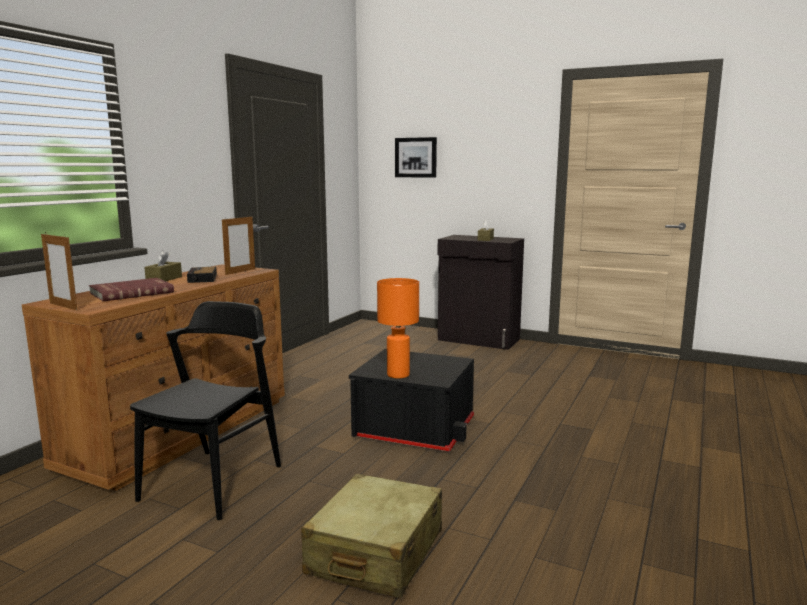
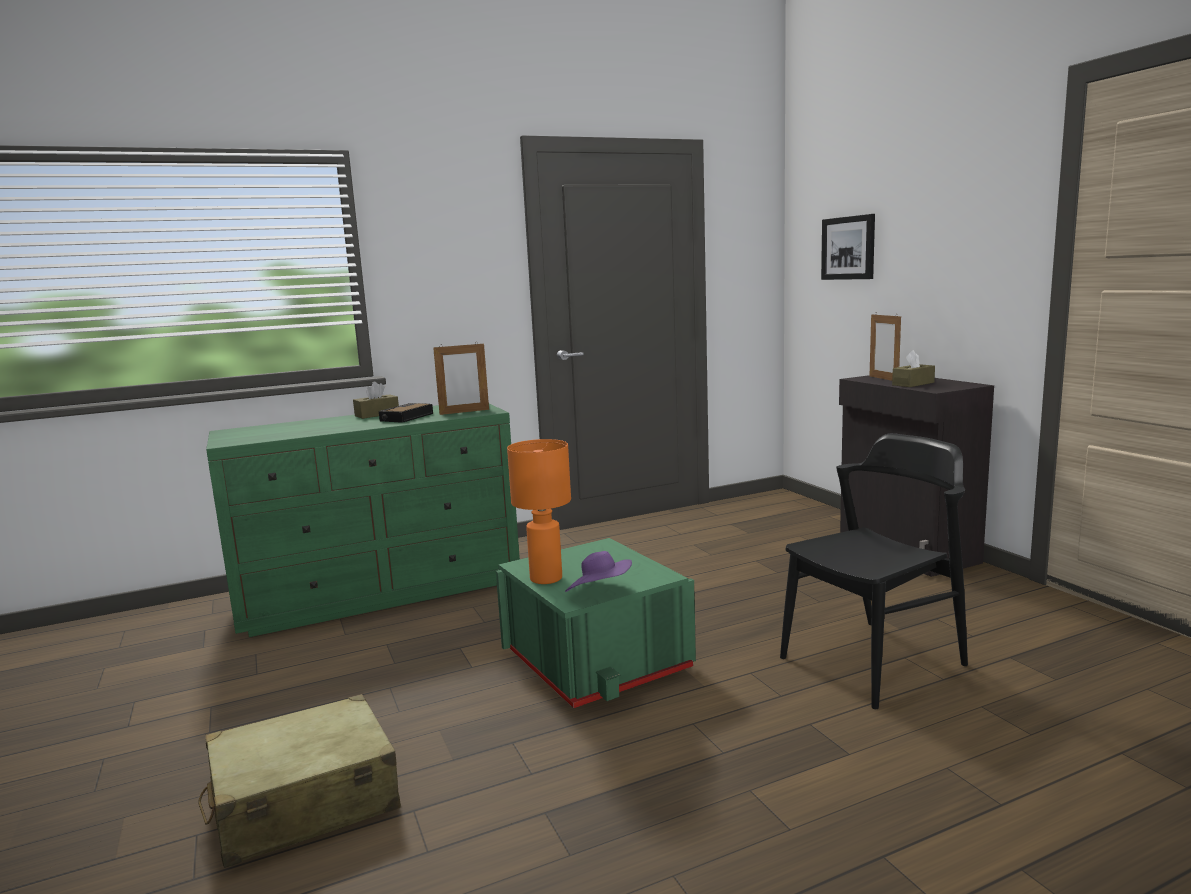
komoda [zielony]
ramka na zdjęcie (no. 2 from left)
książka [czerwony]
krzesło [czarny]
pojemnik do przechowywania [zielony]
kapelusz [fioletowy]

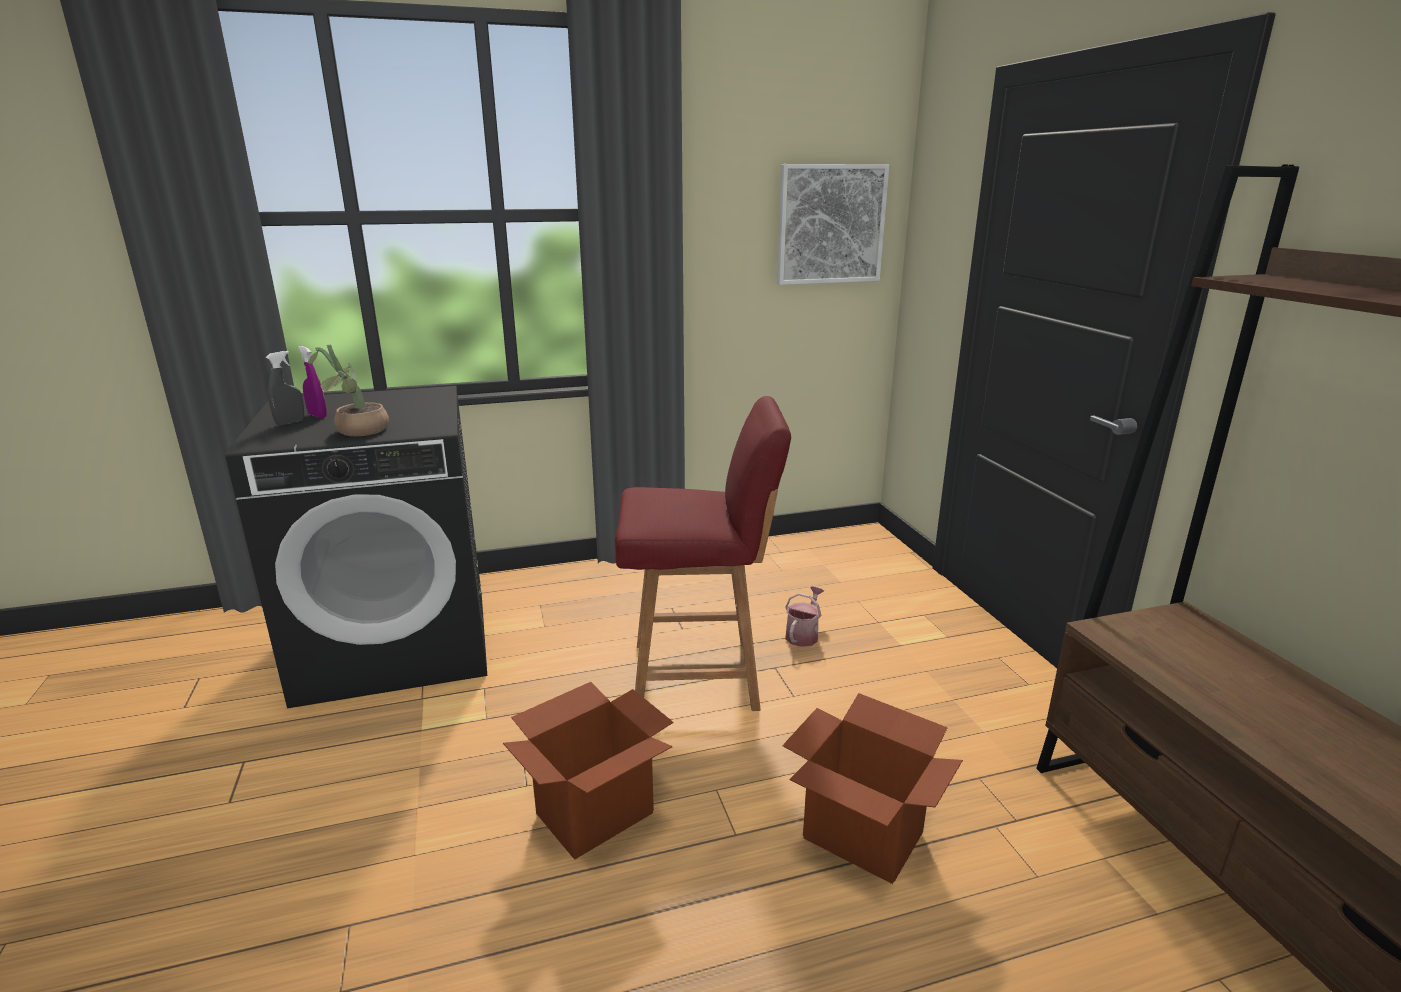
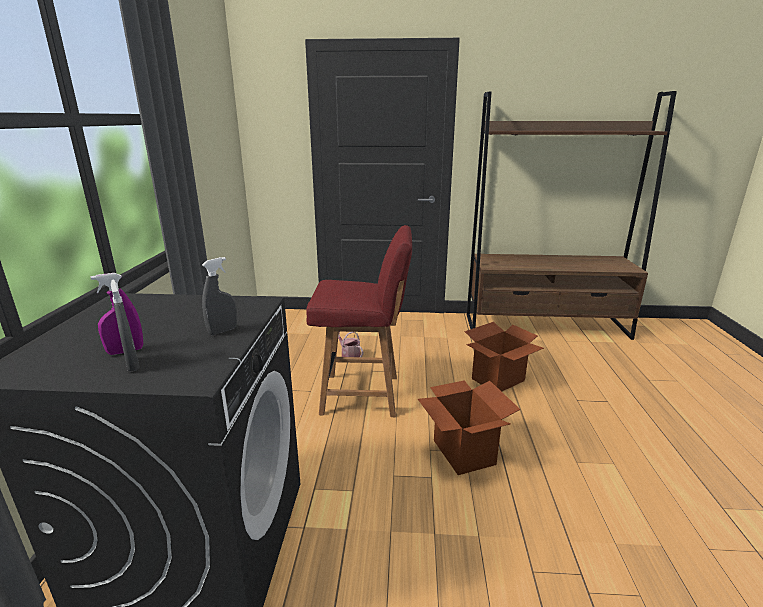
spryskiwacz [szary] (no. 2 from left)
krzesło [czerwony]
obraz

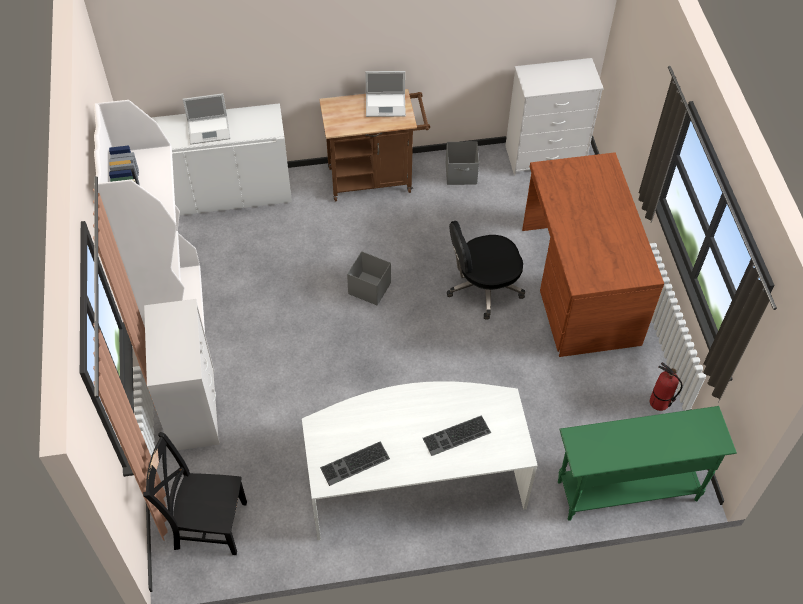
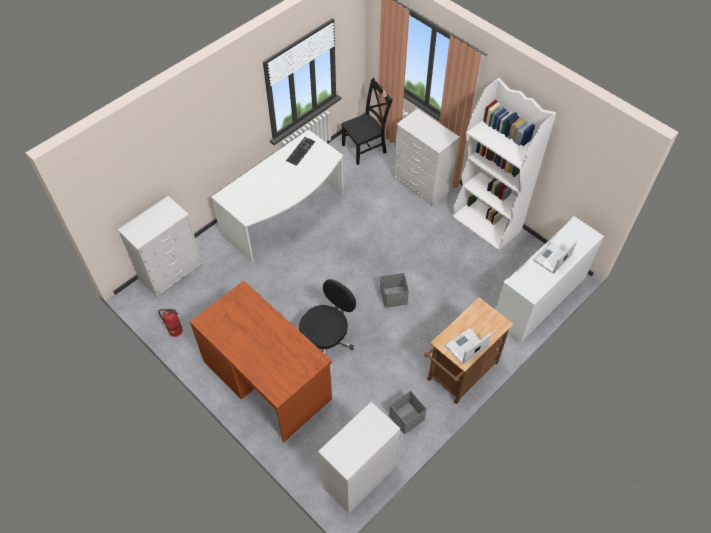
klawiatura (no. 2 from left in the first image)
komoda [biały] (no. 1 from left)

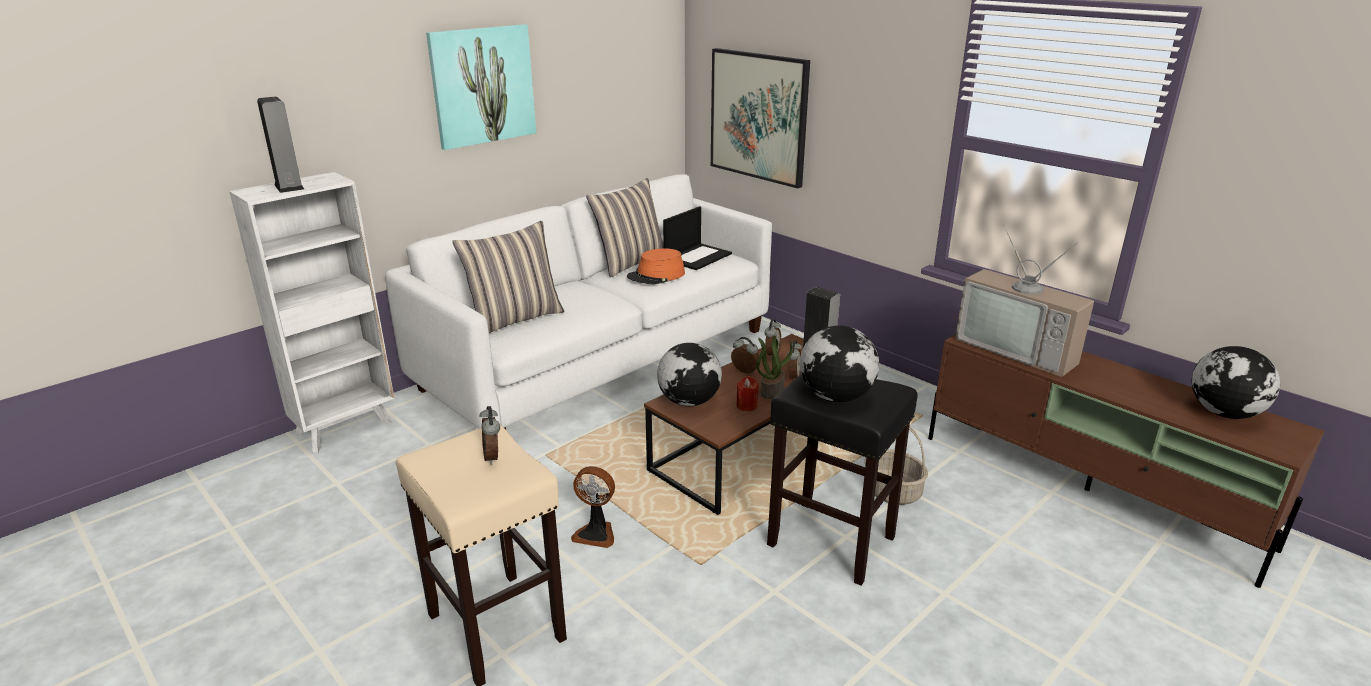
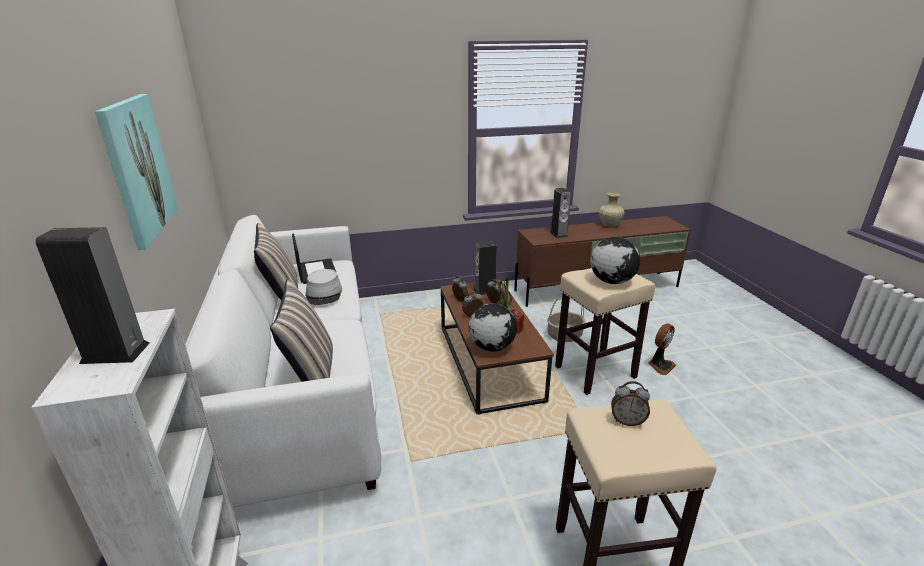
wentylator
kapelusz [szary]
obraz (no. 2 from left in the first image)
stołek [beżowy] (no. 1 from left)
głośnik (no. 3 from left)
globus (no. 3 from left in the first image)
wazon [beżowy]

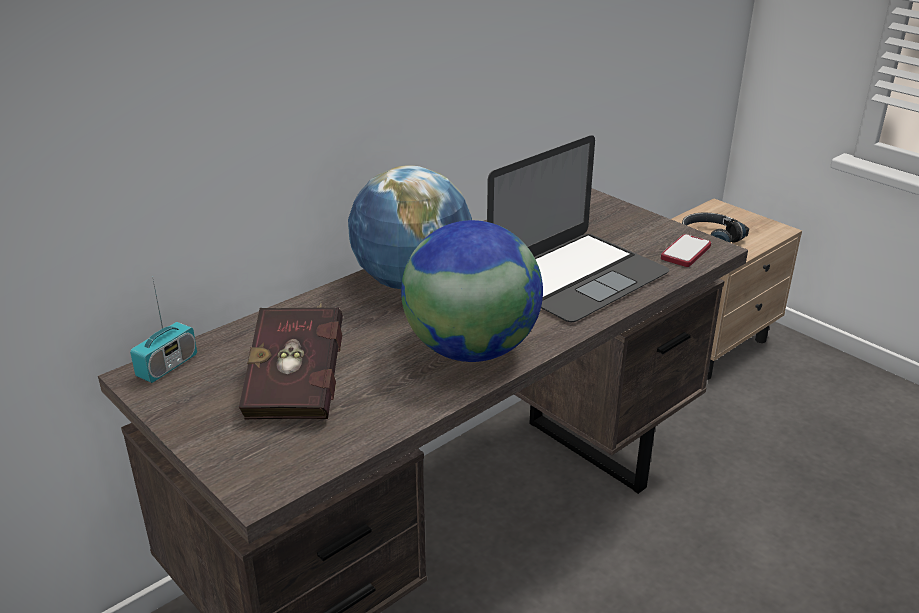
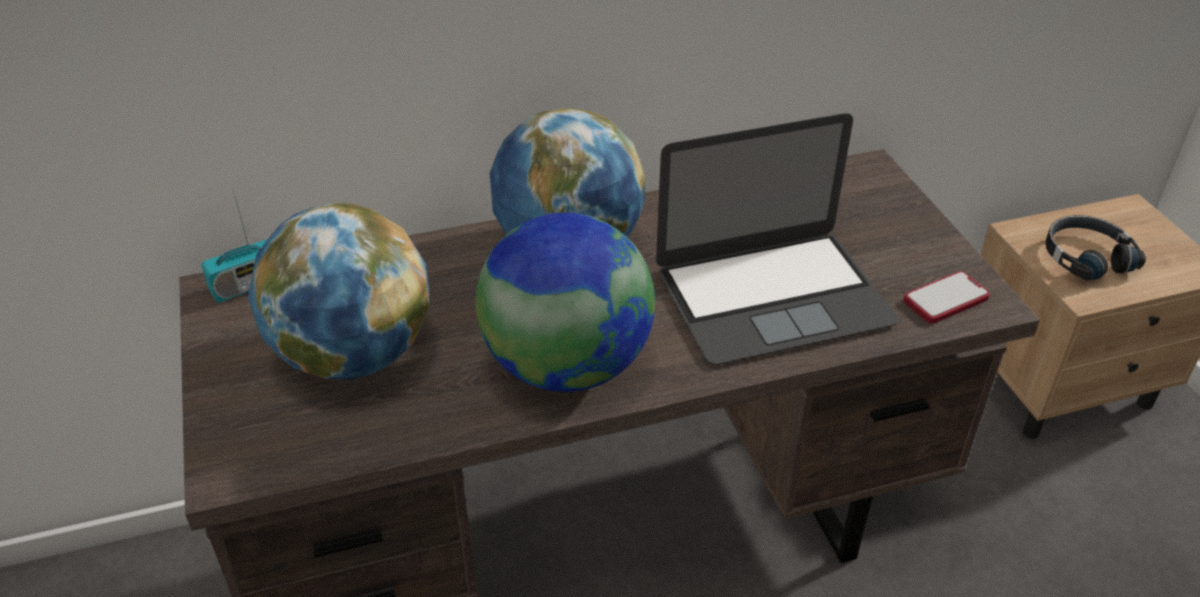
globus (no. 1 from left)

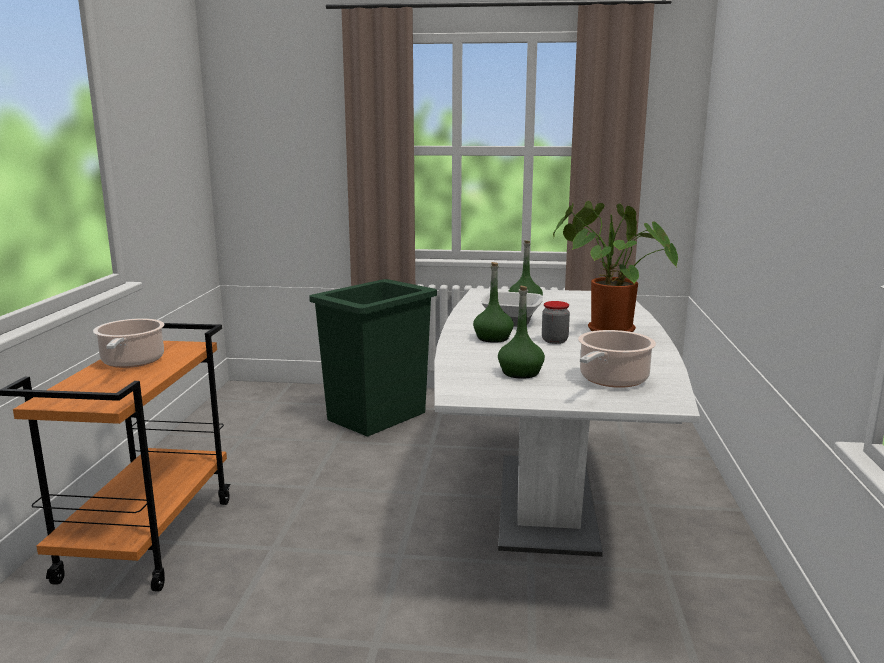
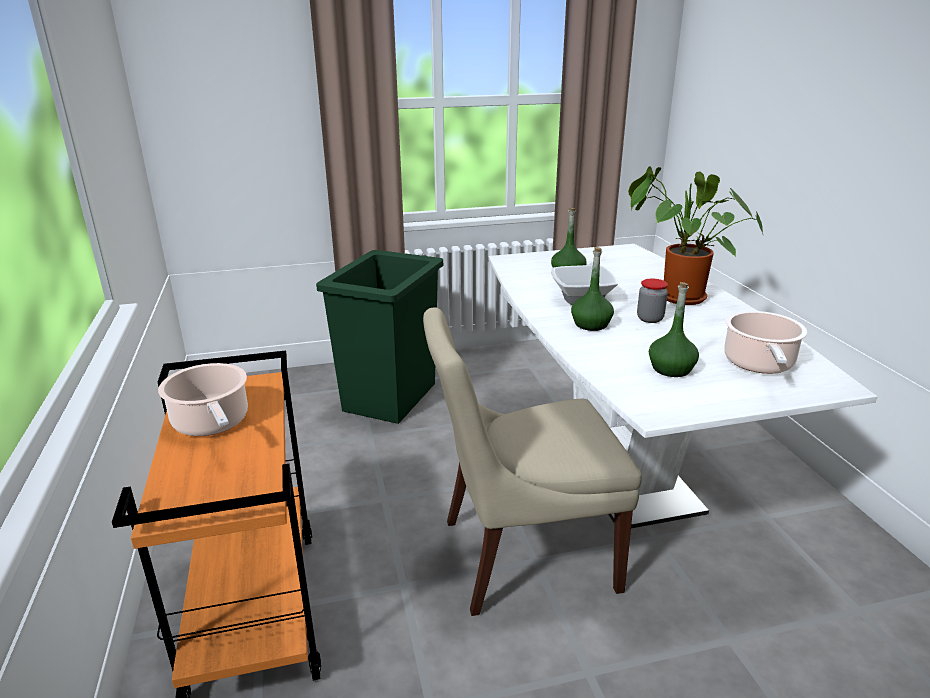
krzesło [beżowy]

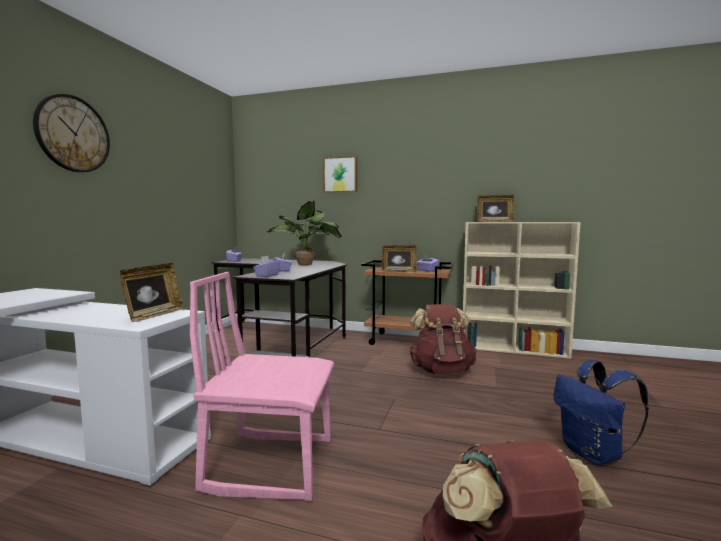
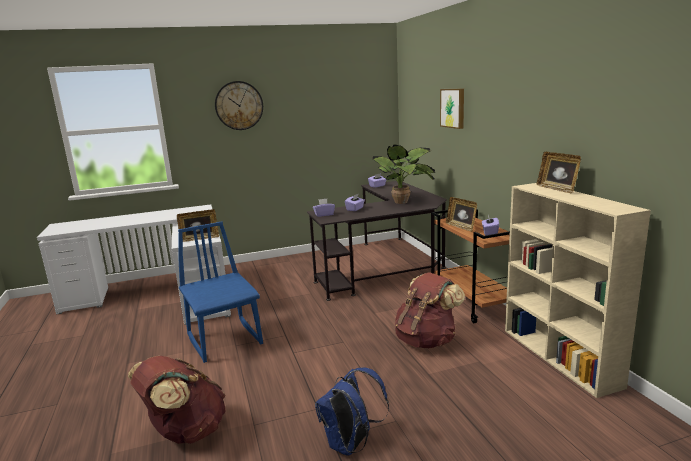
krzesło [niebieski]

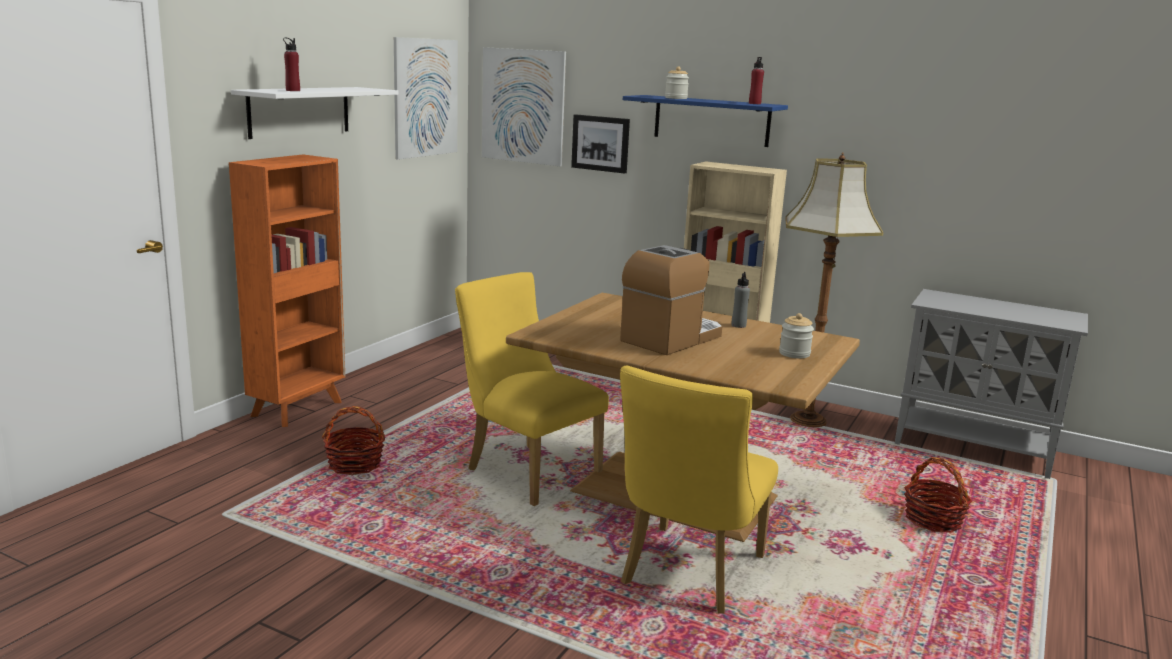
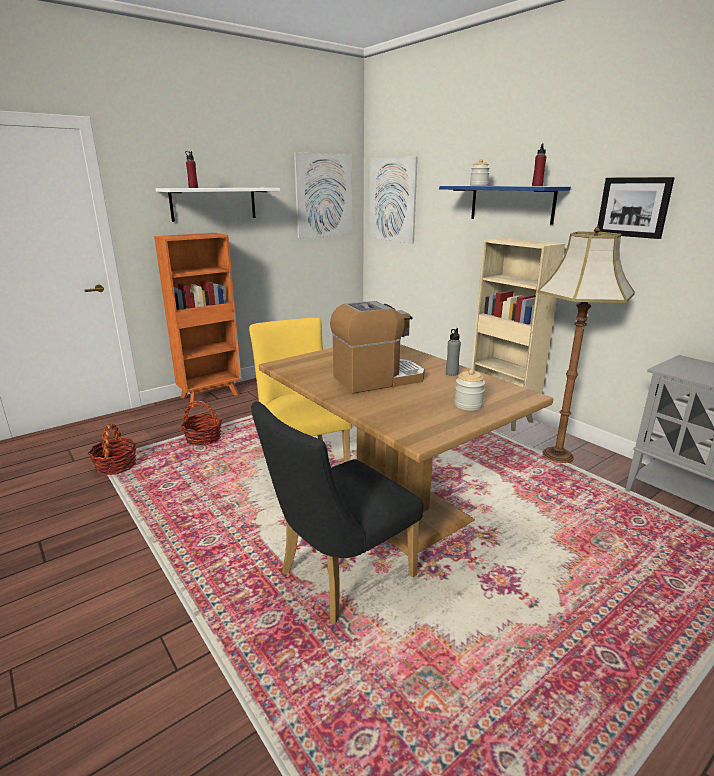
obraz (no. 3 from left)
krzesło [czarny]
koszyk (no. 1 from left)

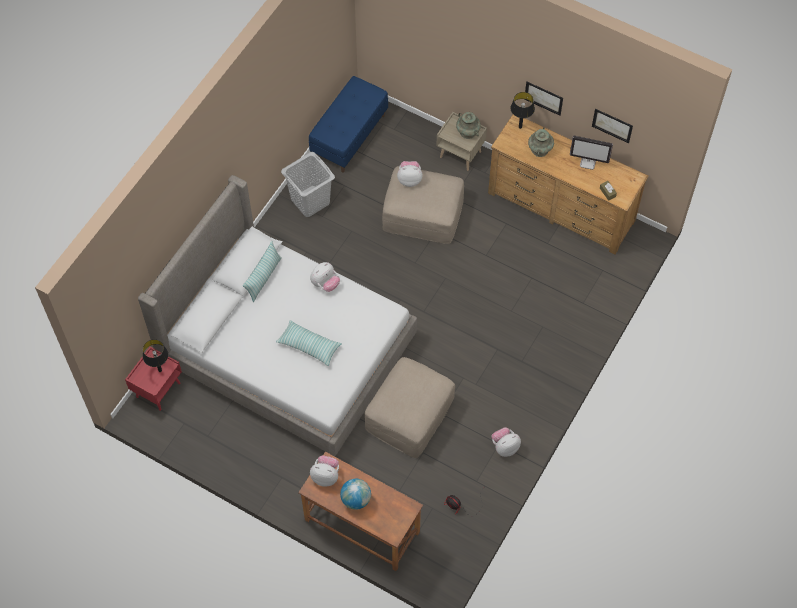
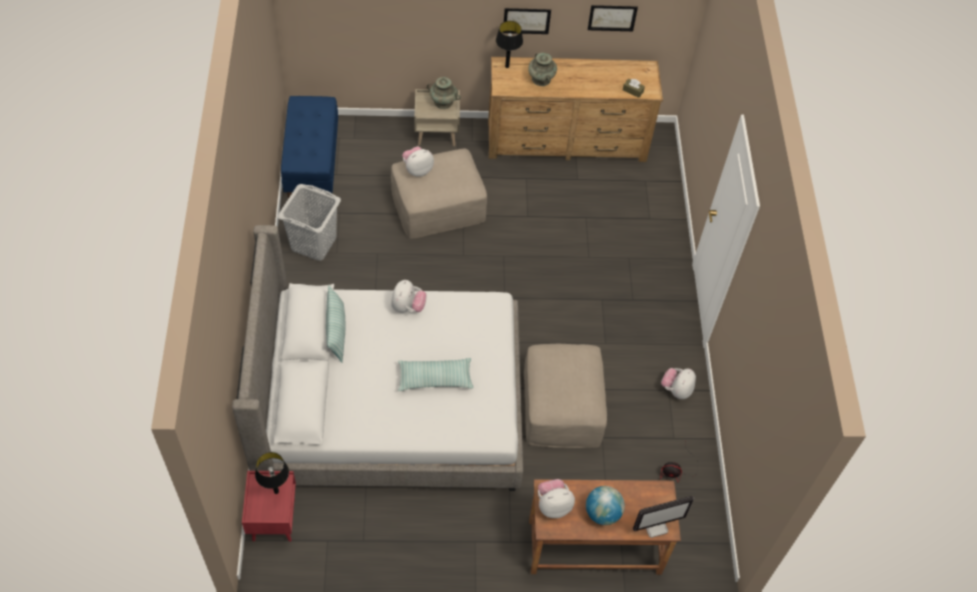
monitor

